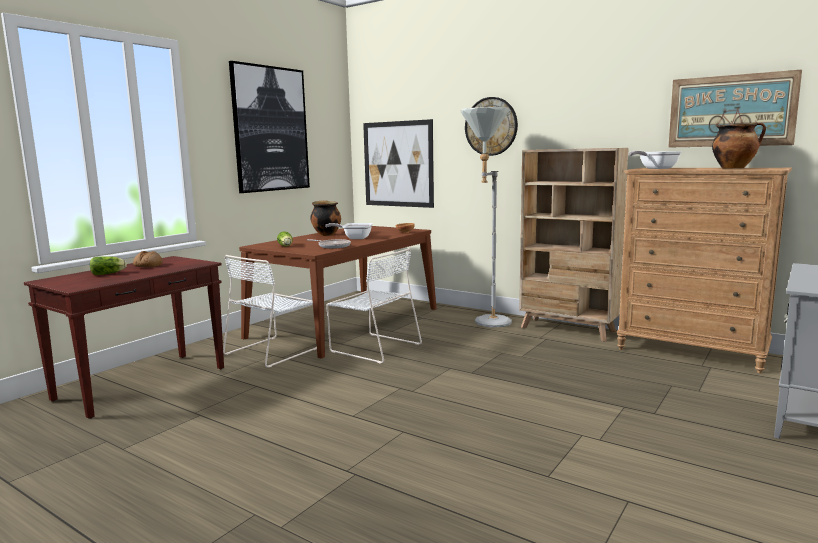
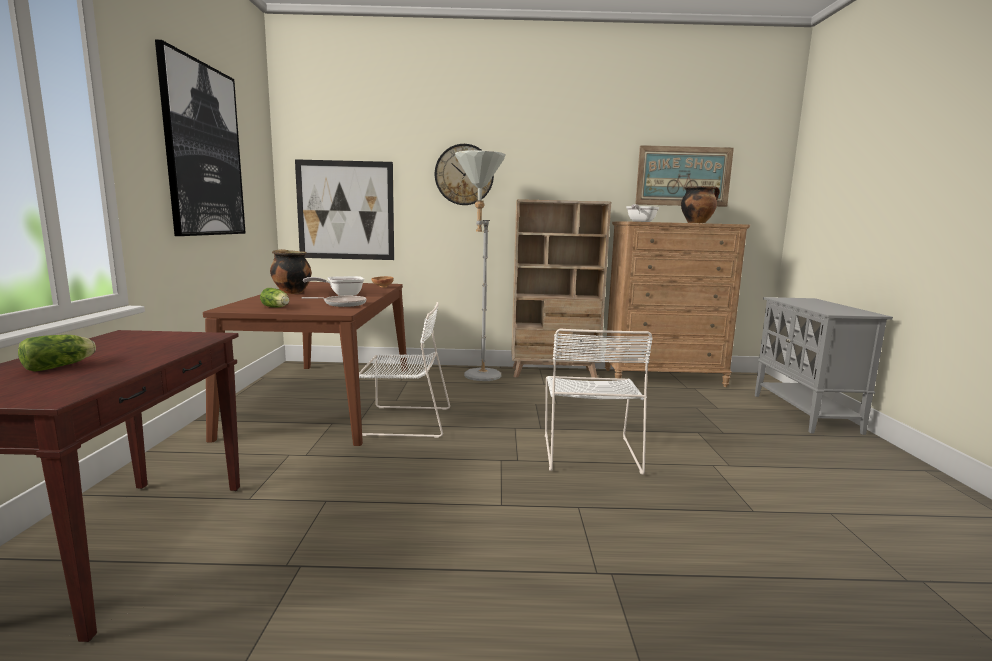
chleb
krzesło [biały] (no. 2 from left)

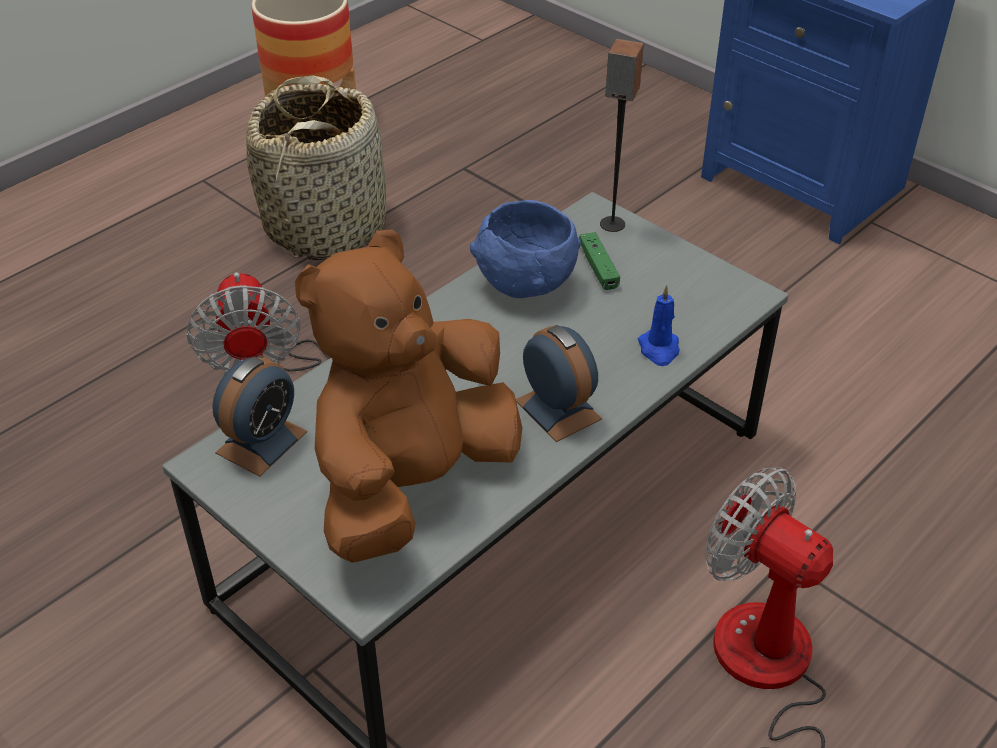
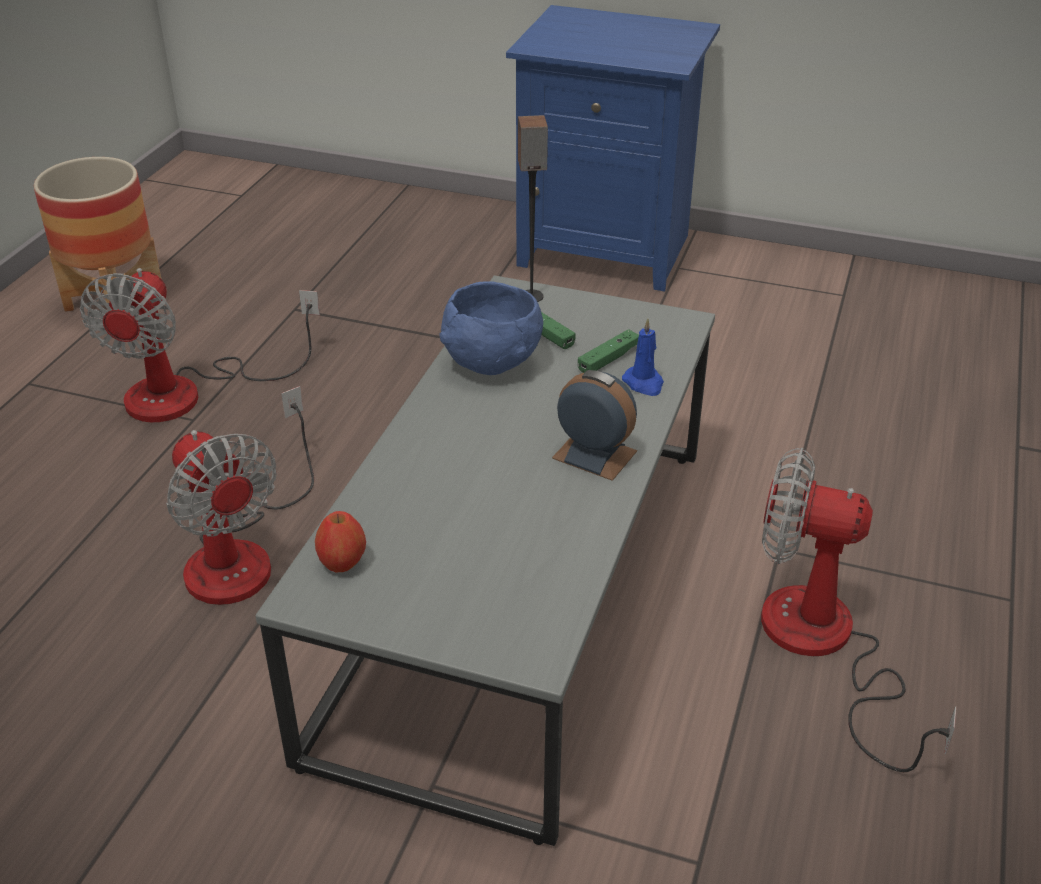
jabłko
wentylator (no. 1 from left)
pluszak [brązowy]
pad do gier [zielony] (no. 2 from left)

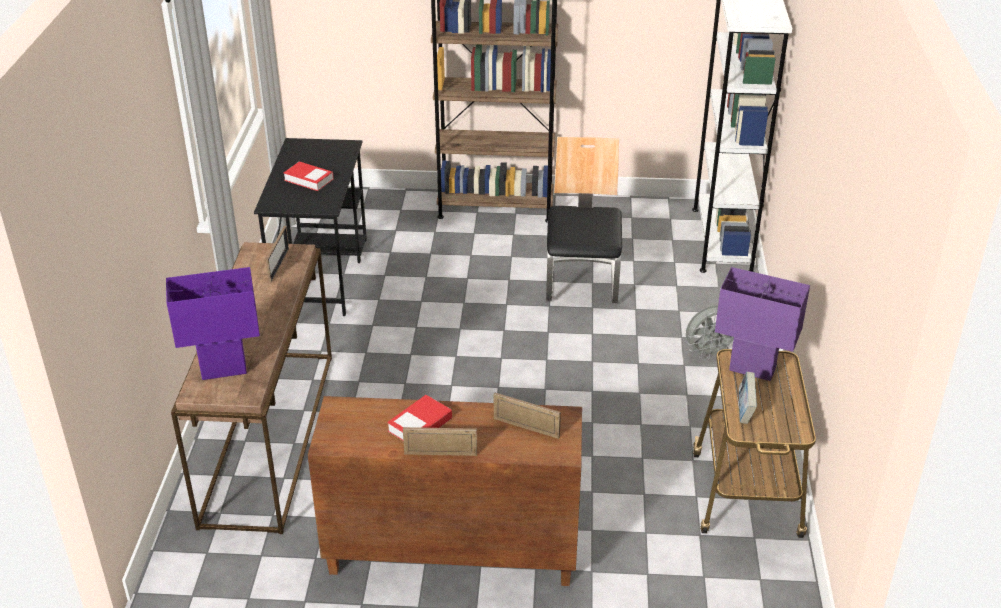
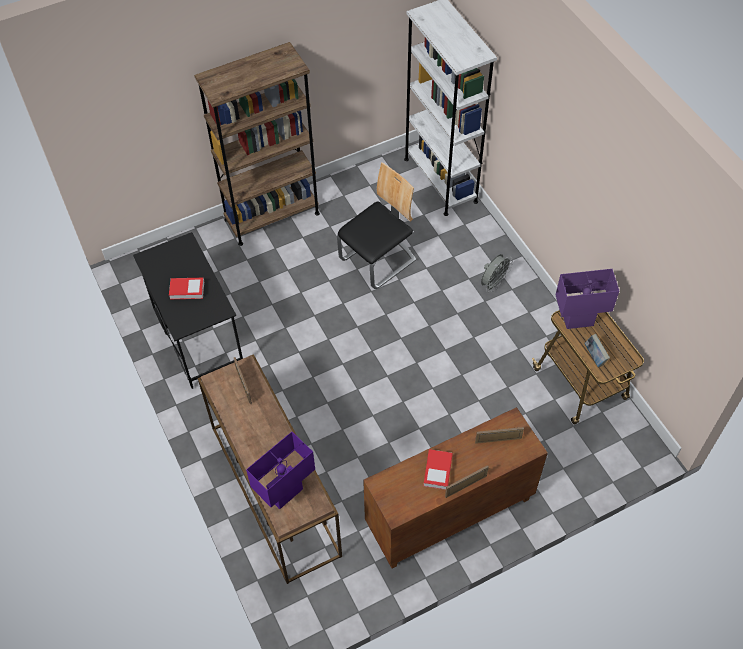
krzesło

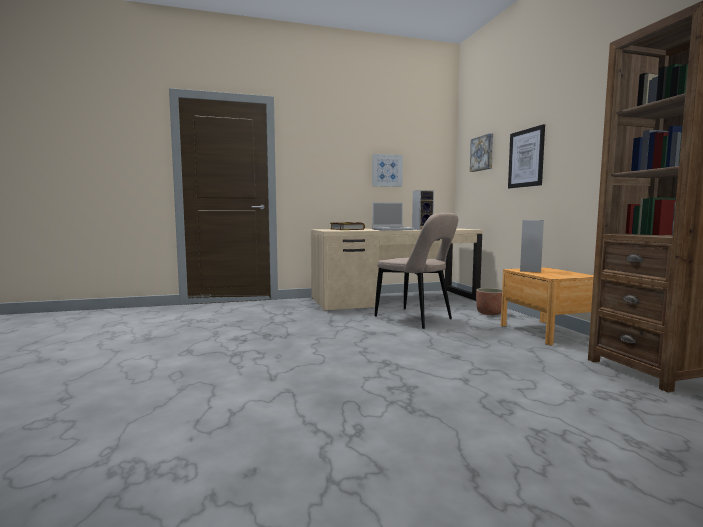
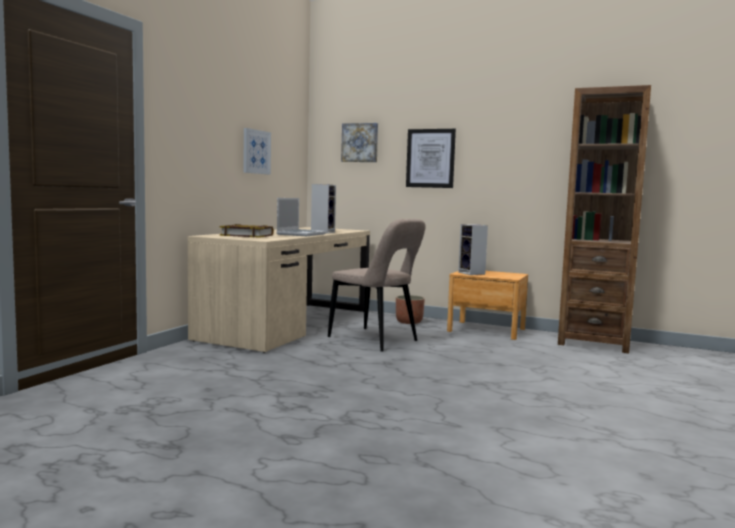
krzesło [beżowy]

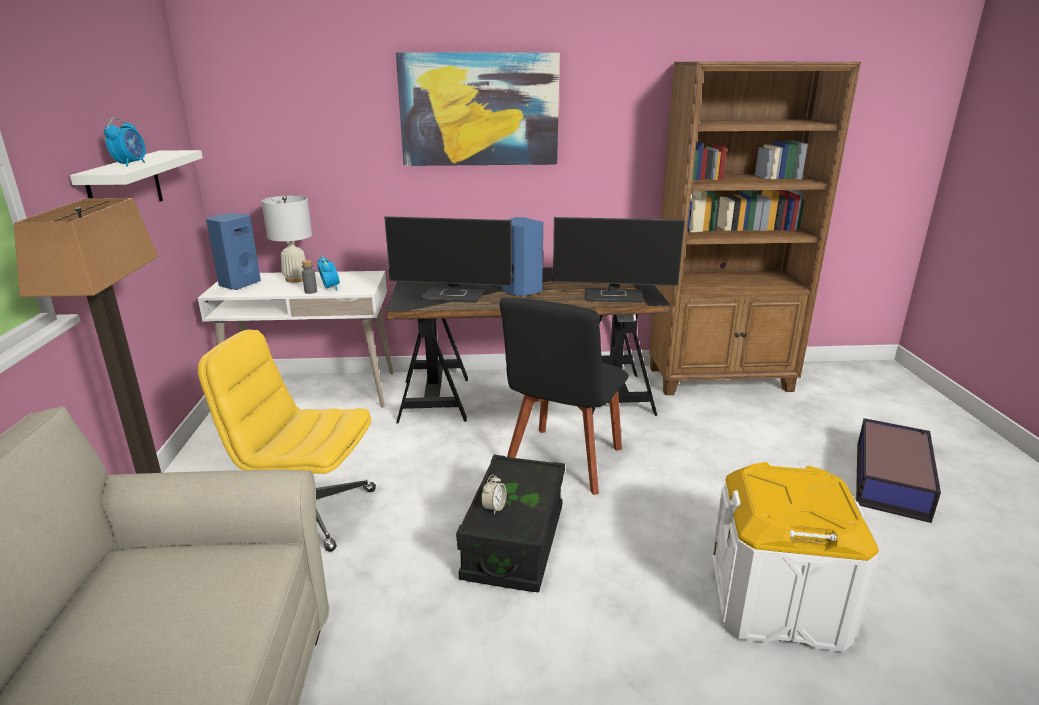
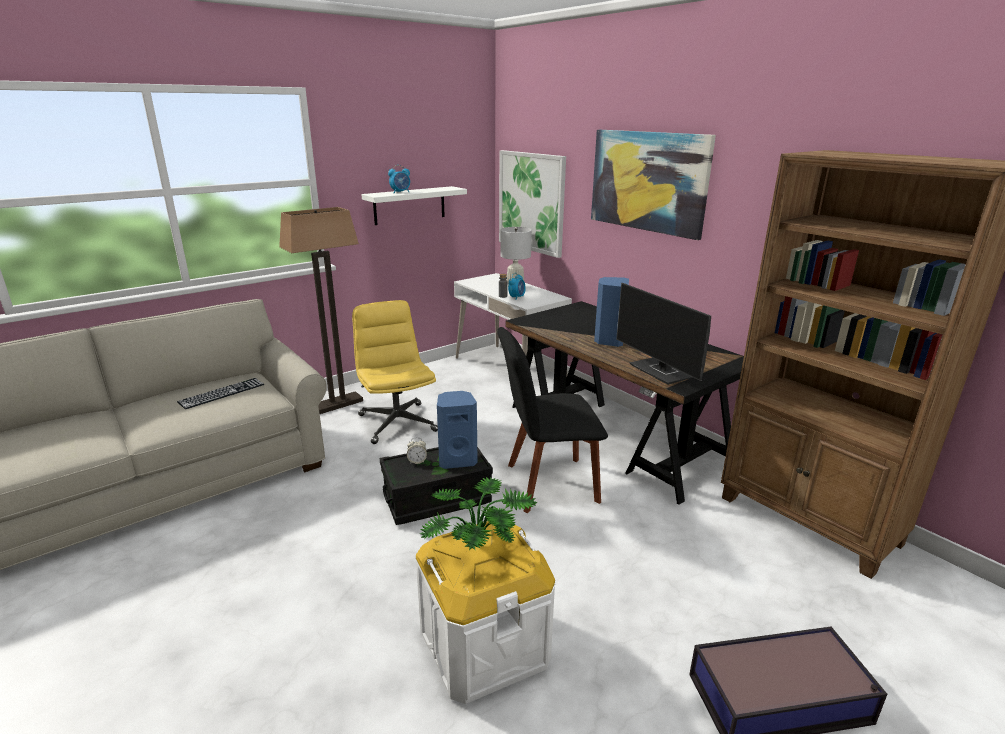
głośnik [niebieski] (no. 1 from left)
monitor (no. 1 from left in the first image)
klawiatura
roślina doniczkowa
obraz (no. 1 from left)

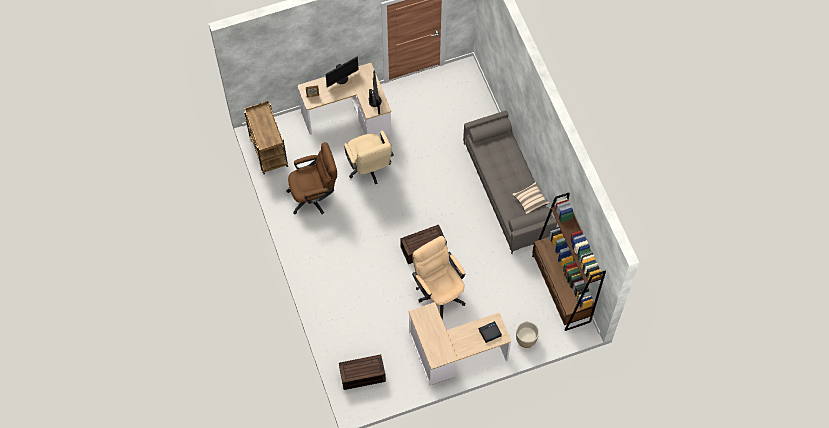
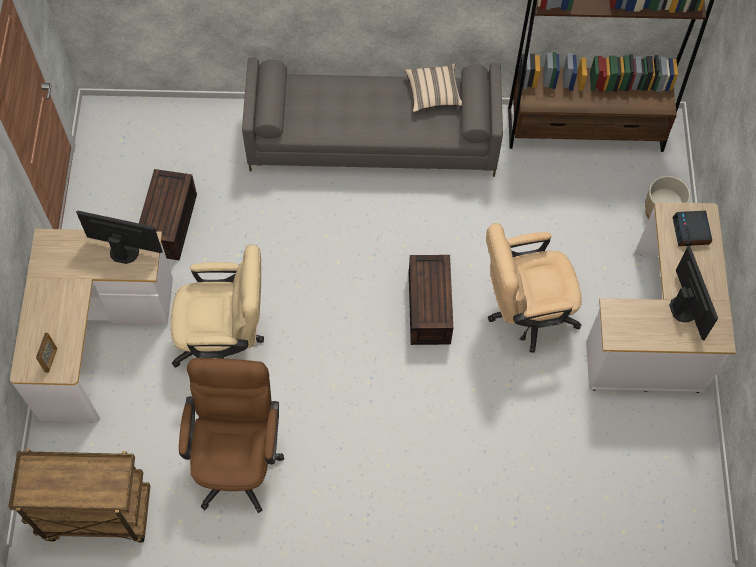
monitor (no. 2 from left)
pojemnik do przechowywania [brązowy] (no. 1 from left)

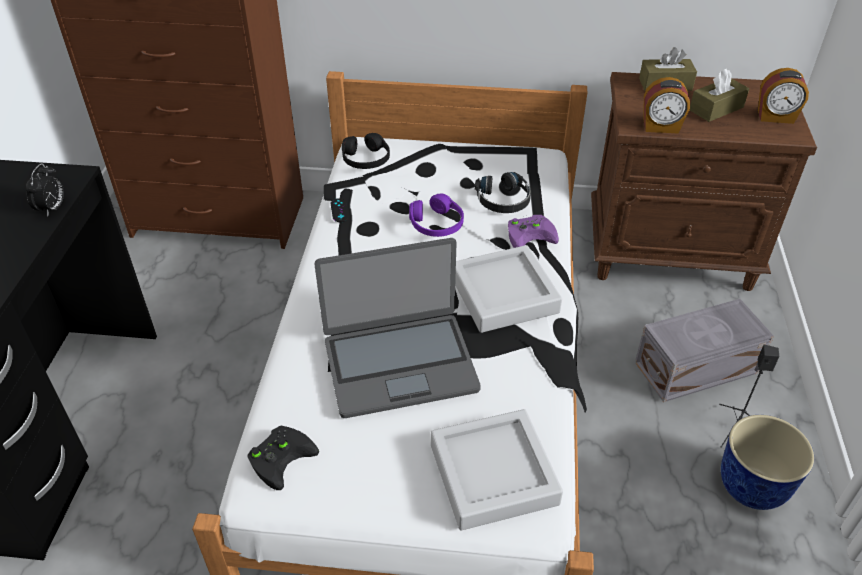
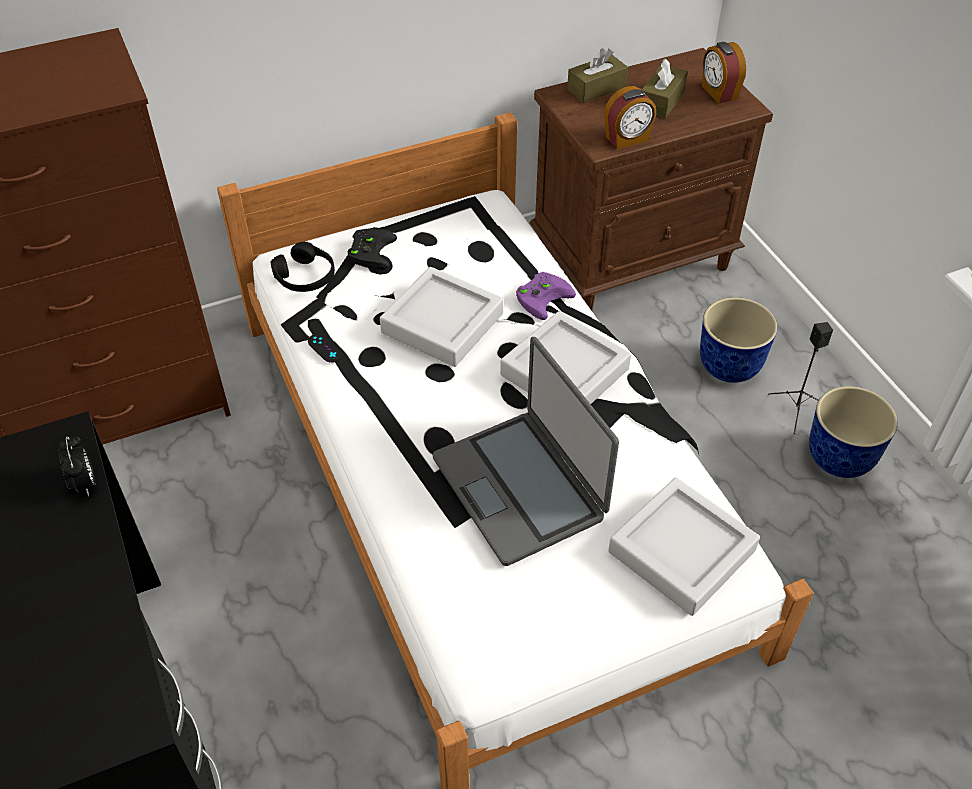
pad do gier [czarny] (no. 2 from left)
laptop
taca [szary] (no. 1 from left)
słuchawki [czarny] (no. 2 from left in the first image)
donica (no. 1 from left)
budzik (no. 3 from left)

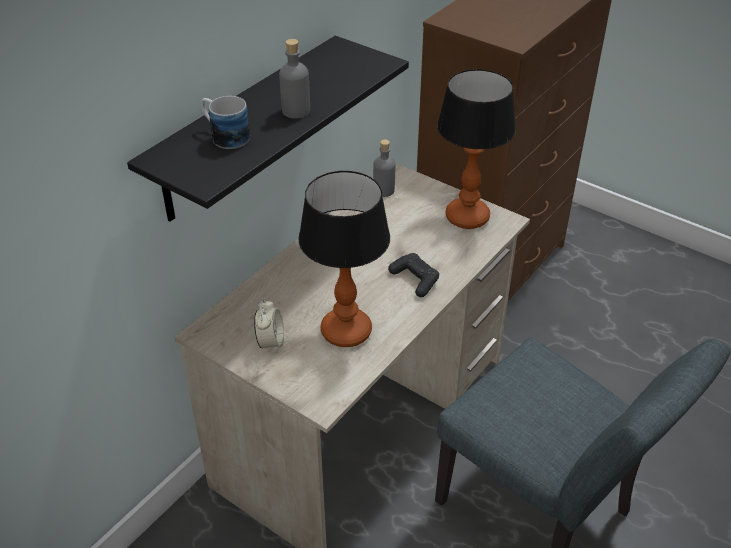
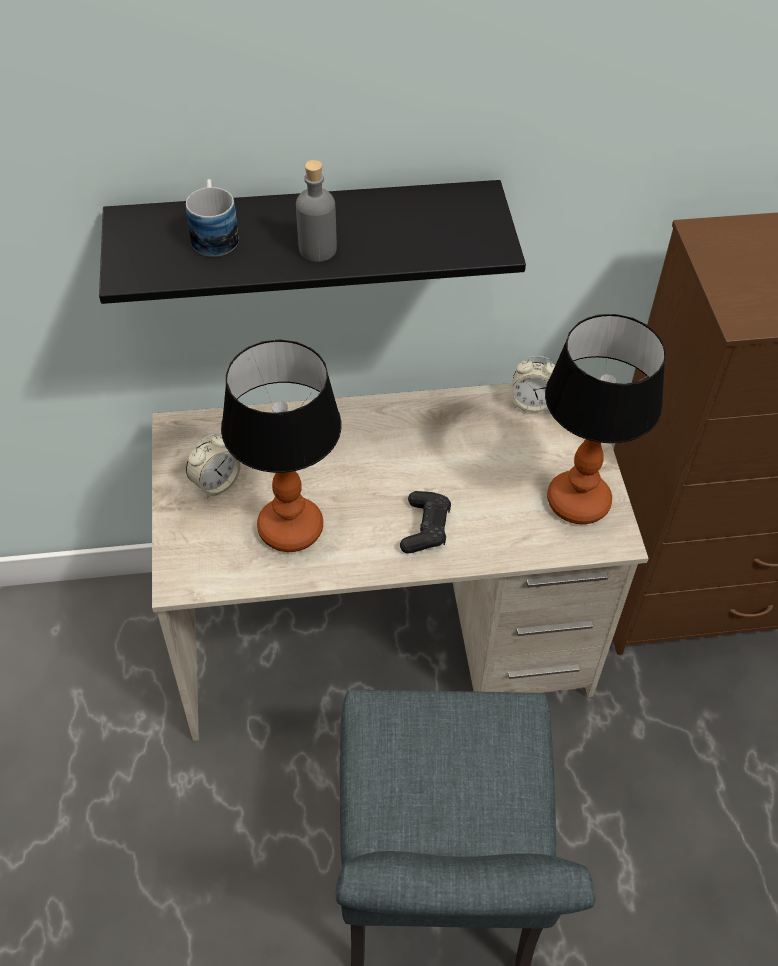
budzik (no. 2 from left)

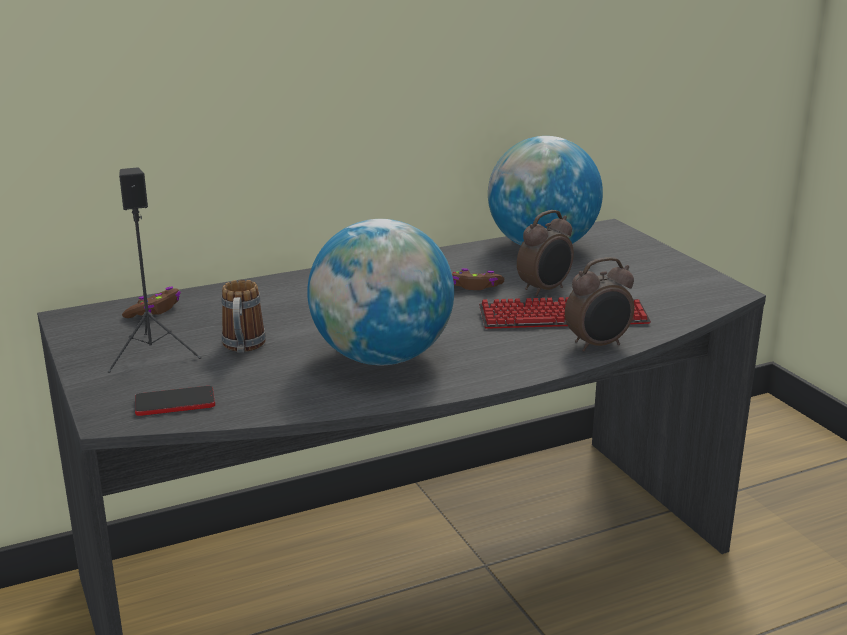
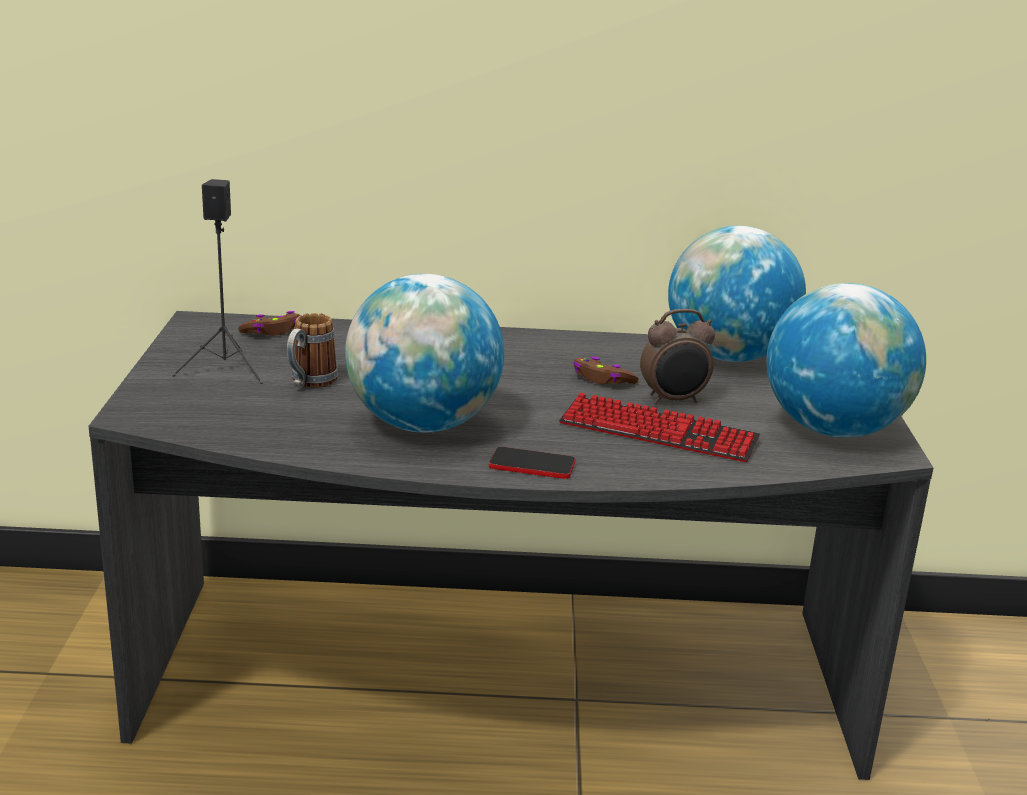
telefon
budzik (no. 2 from left in the first image)
globus (no. 3 from left)

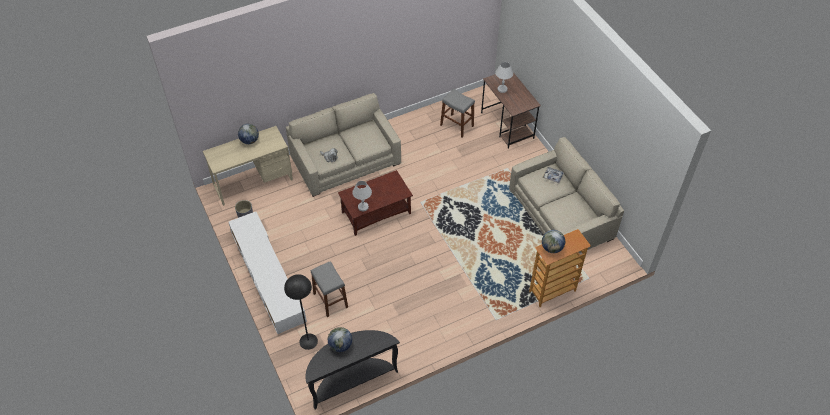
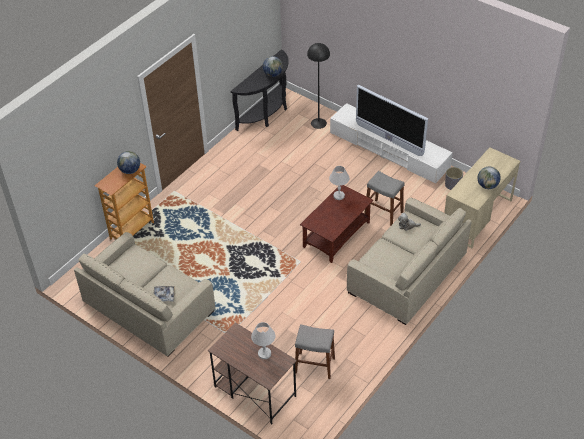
stołek [szary] (no. 2 from left)
telewizor

